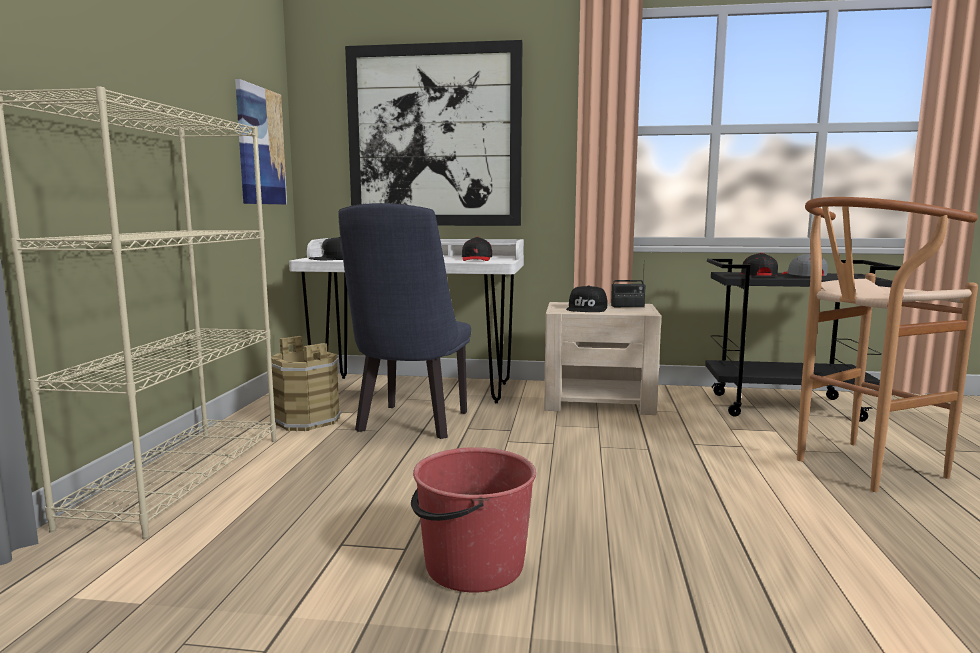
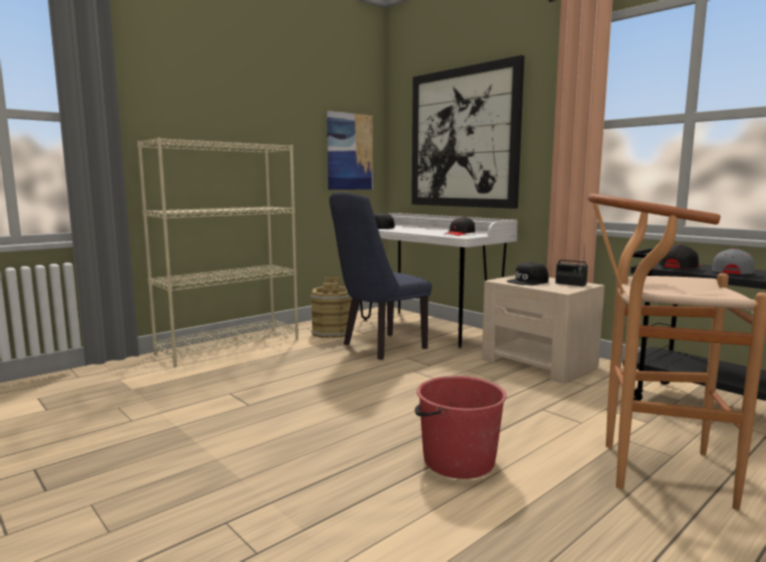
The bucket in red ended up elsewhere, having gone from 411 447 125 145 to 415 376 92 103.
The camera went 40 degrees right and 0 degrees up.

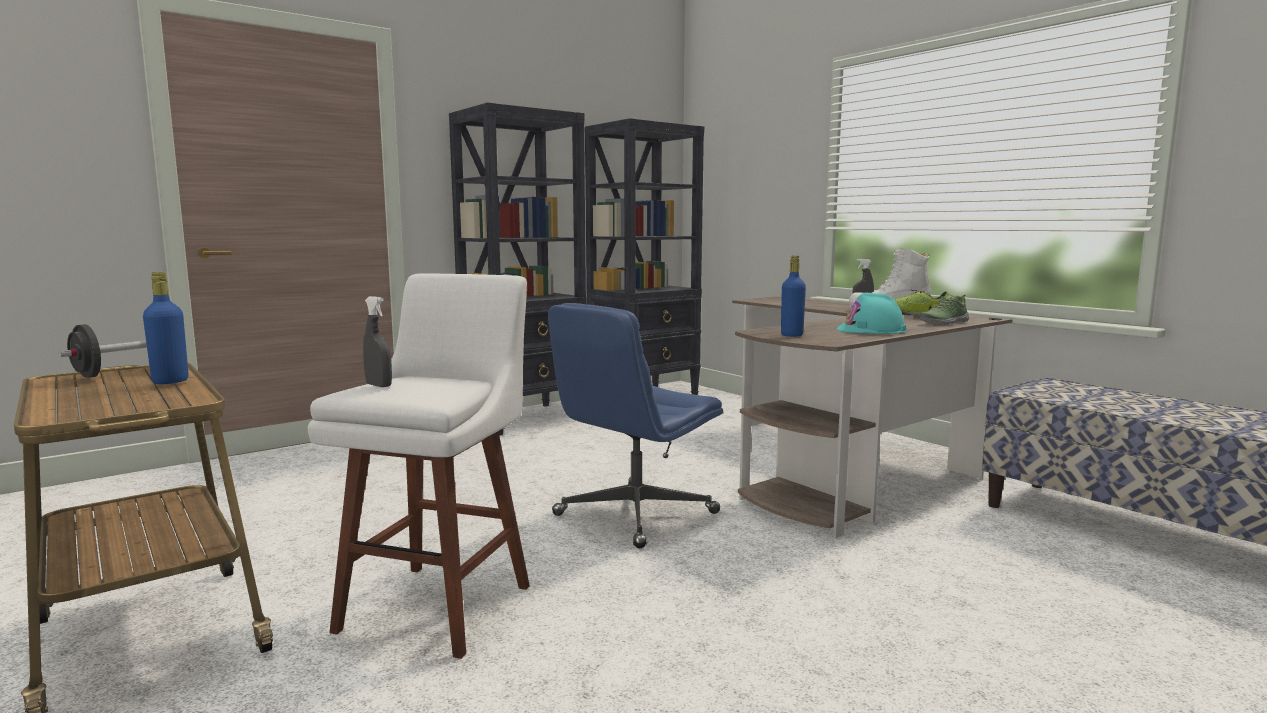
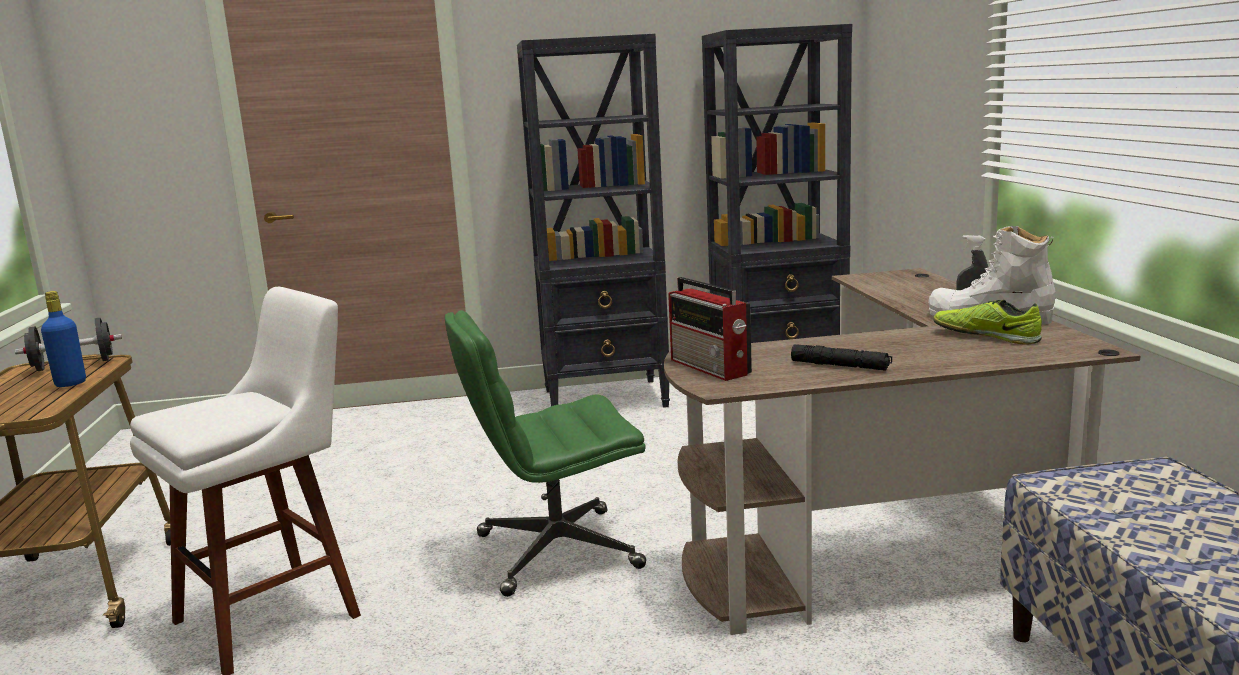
The second view lost the spray bottle in grey at 363 296 29 91.
The second view lost the shoe at 919 295 50 30.
Where the bottle in blue stood at 781 255 25 82, the radio came to stand at 668 277 84 104.
Where the hard hat in turquoise stood at 836 293 71 41, the flashlight in black came to stand at 791 344 101 27.
What was the office chair in blue at 548 303 175 245 turned into the office chair in green at 445 310 201 287.
The camera went 30 degrees right and 5 degrees up.

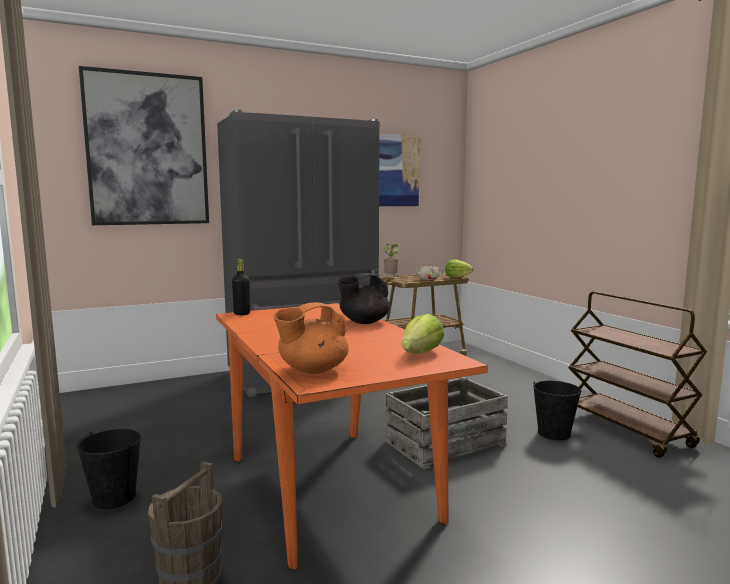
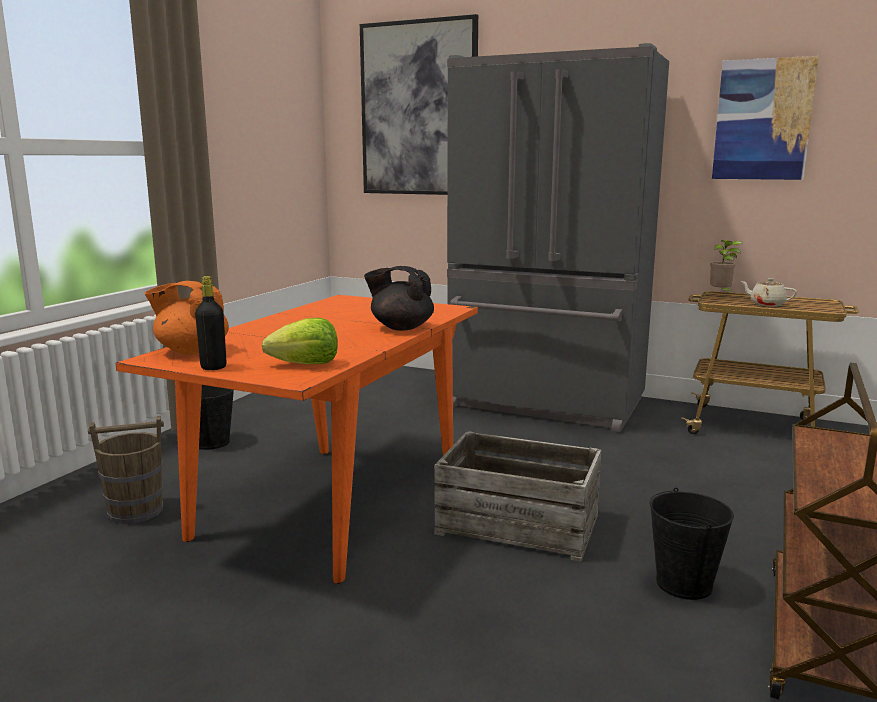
The second view lost the lettuce at 445 260 28 18.
The bottle in black ended up elsewhere, having gone from 232 259 18 56 to 195 276 32 94.
The camera went 50 degrees right and 5 degrees up.

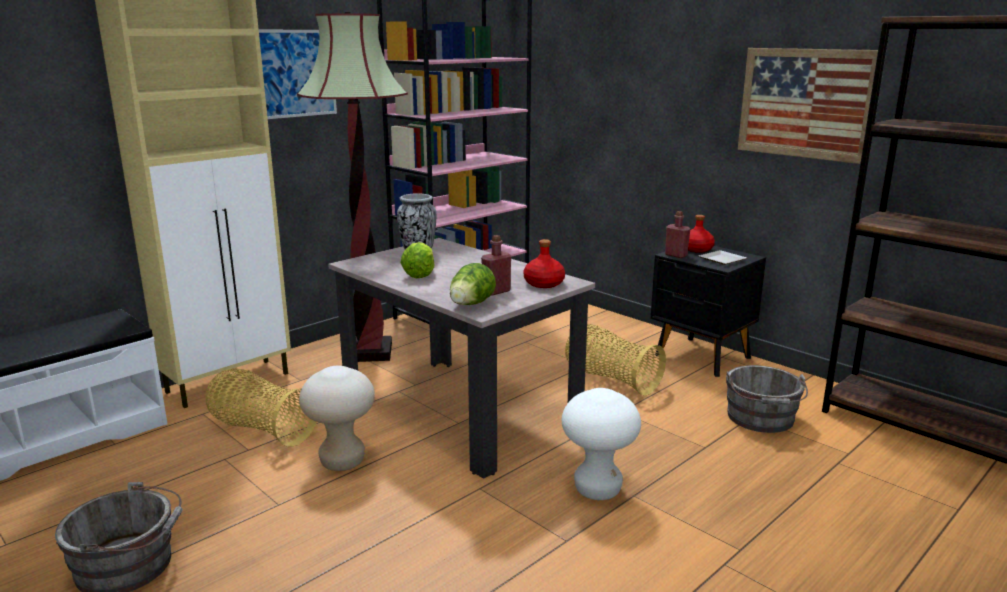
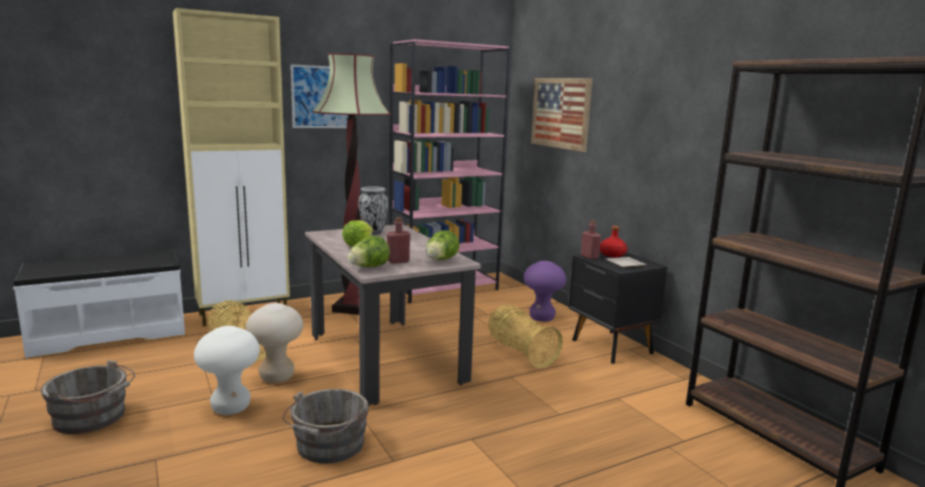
The second view gained the stool in purple at 524 261 42 61.
The stool in white ended up elsewhere, having gone from 562 388 79 112 to 194 326 66 89.
The bucket in grey ended up elsewhere, having gone from 726 365 82 68 to 283 389 86 75.
The picture ended up elsewhere, having gone from 738 48 140 116 to 531 78 62 74.
Where the bottle in red stood at 524 239 41 49, the lettuce came to stand at 426 230 34 30.
The camera went 15 degrees right and 5 degrees down.

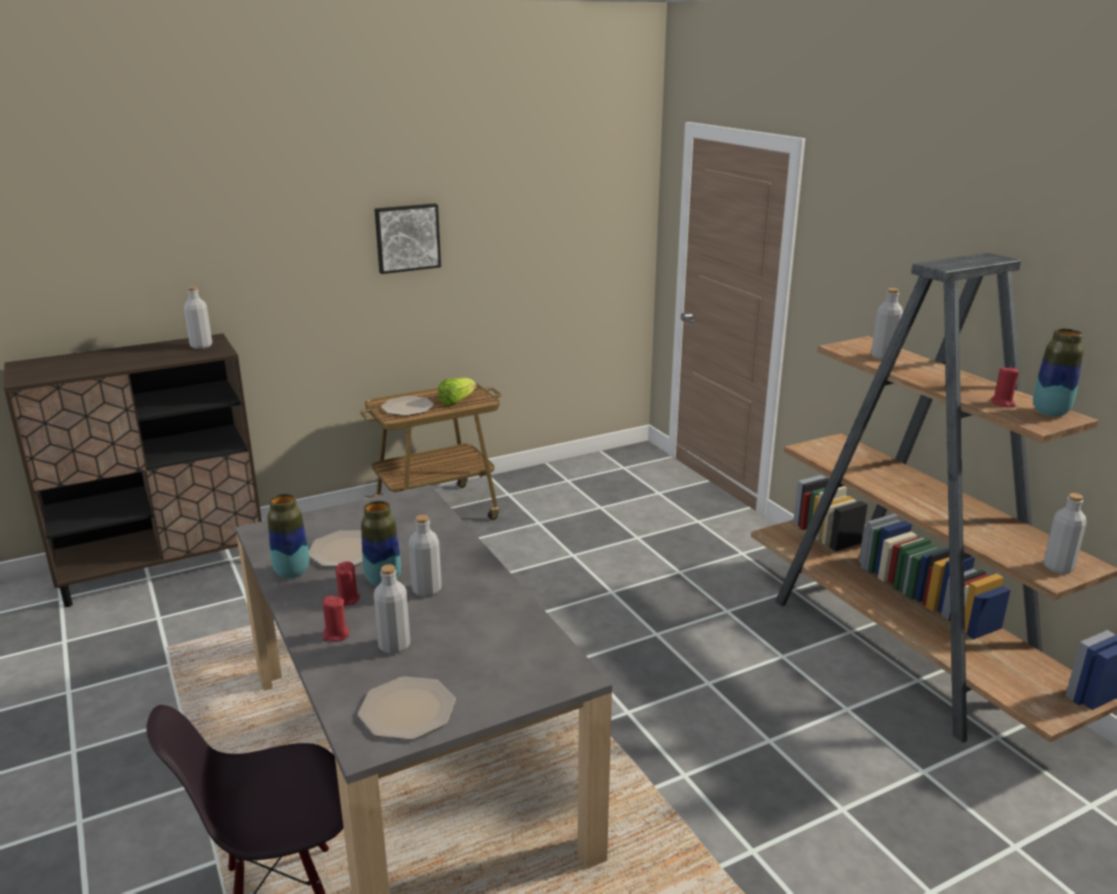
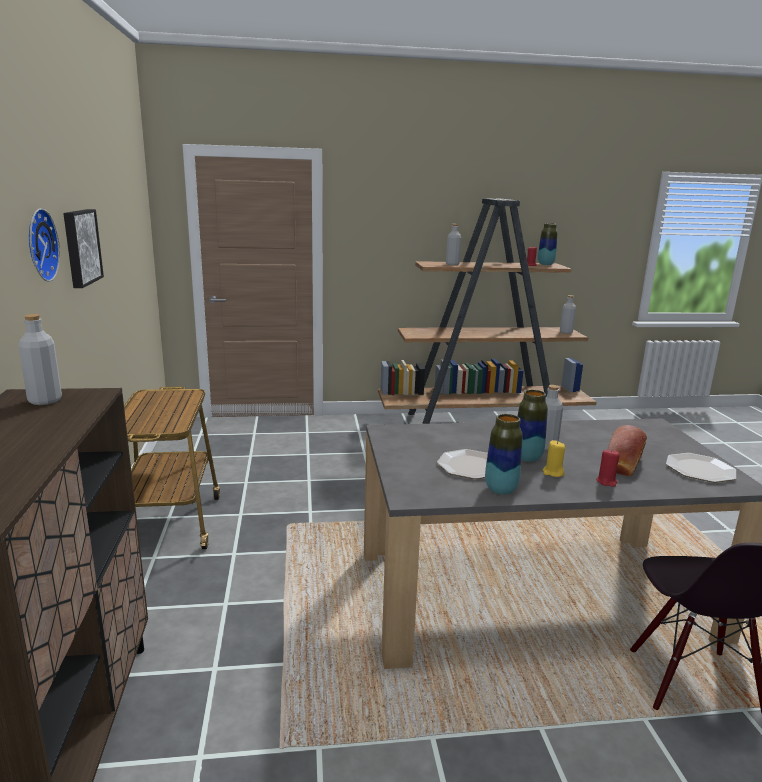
The second view lost the plate at 381 396 53 20.
The second view lost the lettuce at 438 378 38 27.
The second view gained the wall clock at 29 208 31 74.
Where the bottle in grey stood at 374 564 36 90, the bread came to stand at 608 425 39 51.
What was the candle in red at 335 562 25 44 turned into the candle in yellow at 543 440 22 37.
The camera went 70 degrees left and 5 degrees down.

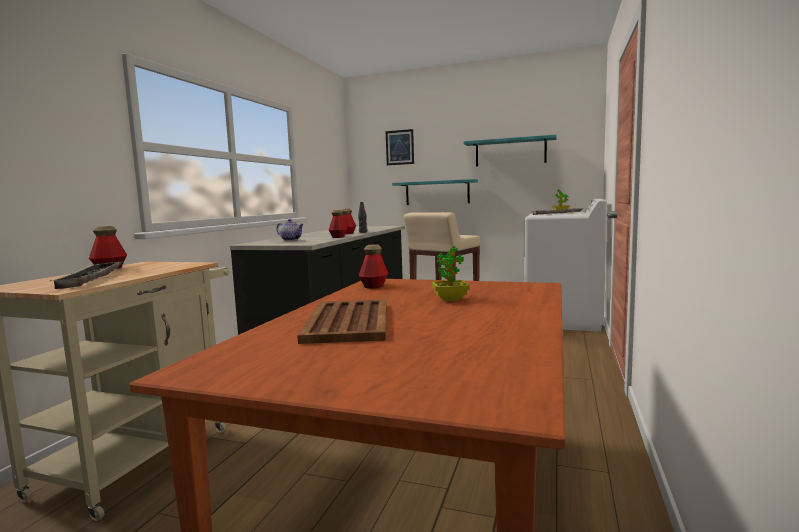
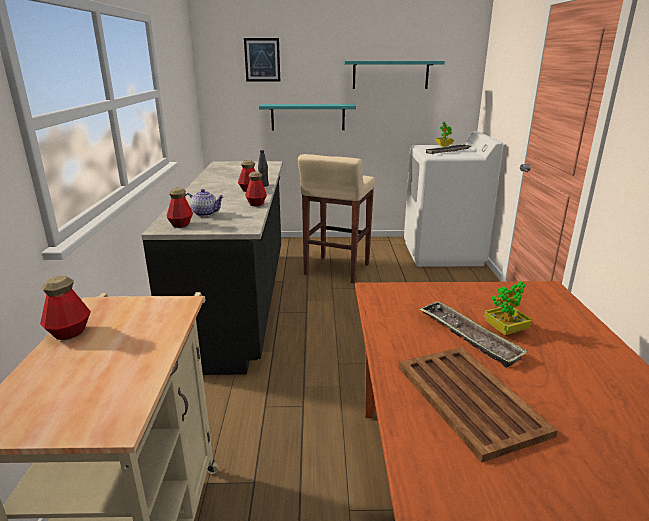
The tray ended up elsewhere, having gone from 50 261 73 28 to 419 301 109 67.
The bottle ended up elsewhere, having gone from 359 244 29 45 to 167 188 26 40.
The camera went 20 degrees left and 15 degrees up.

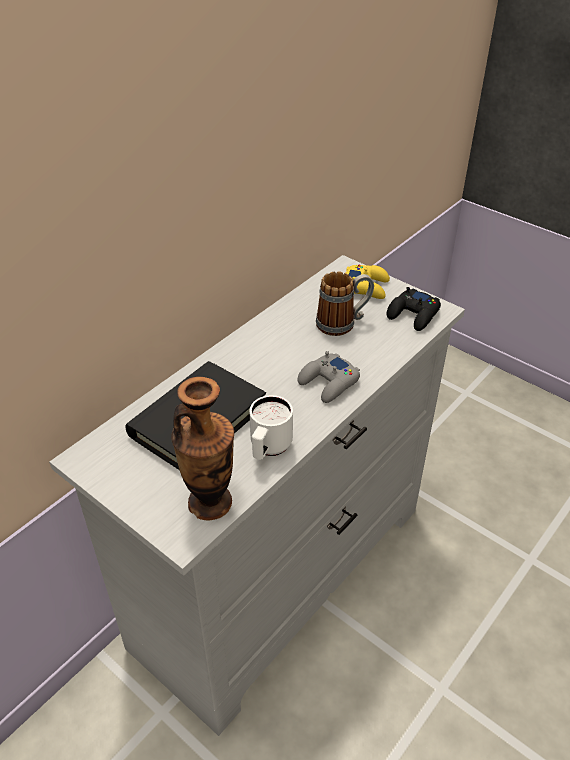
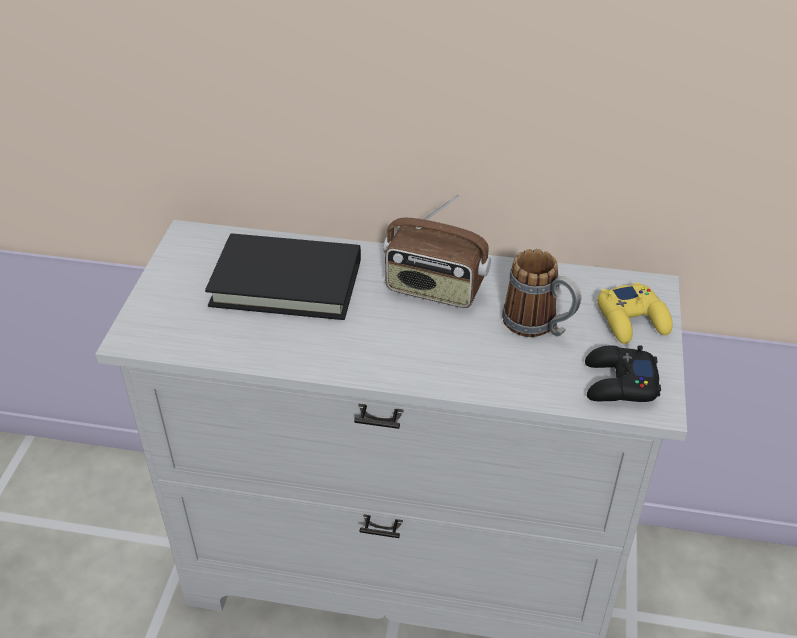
The second view lost the vase at 171 377 63 143.
The second view lost the mug in white at 249 395 44 65.
The second view lost the game controller in grey at 297 351 63 52.
The second view gained the radio at 383 194 108 114.
The camera went 60 degrees right and 0 degrees up.

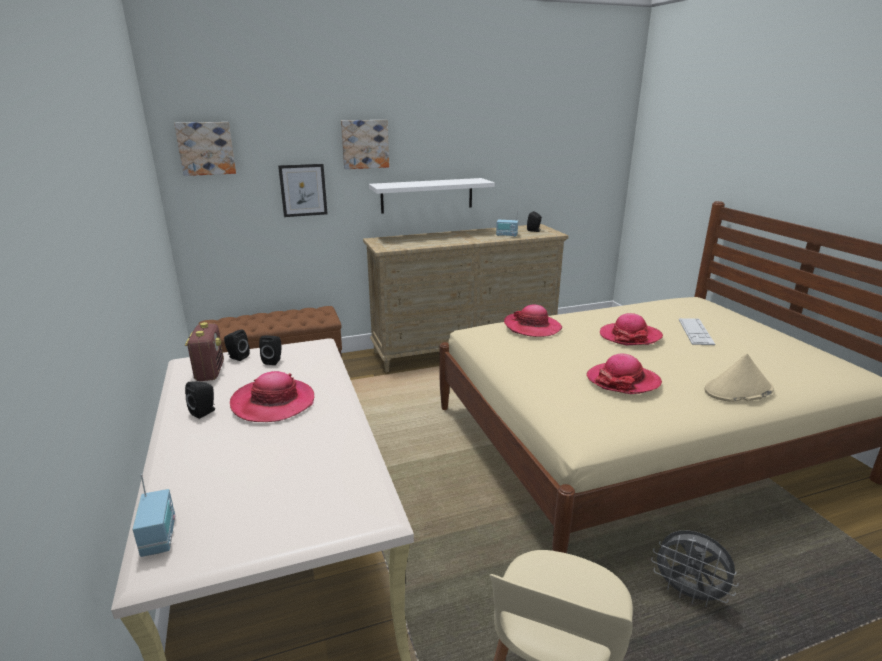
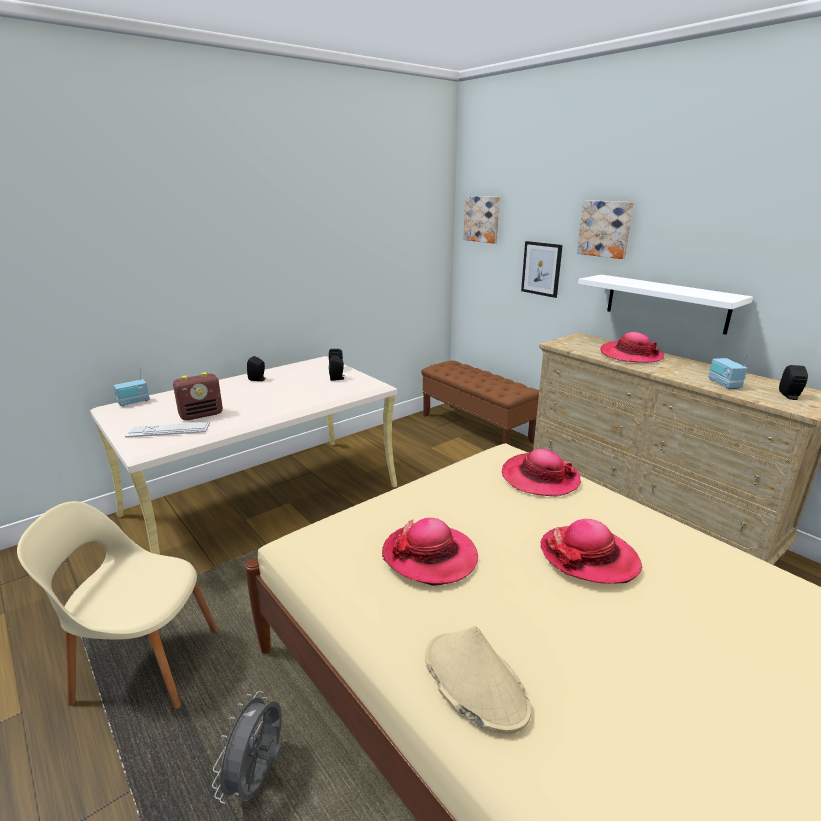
The radio ended up elsewhere, having gone from 185 322 39 59 to 173 372 50 48.
The hat ended up elsewhere, having gone from 230 371 84 51 to 600 332 64 31.
The keyboard ended up elsewhere, having gone from 679 318 36 27 to 125 422 85 16.
The camera went 70 degrees right and 0 degrees up.

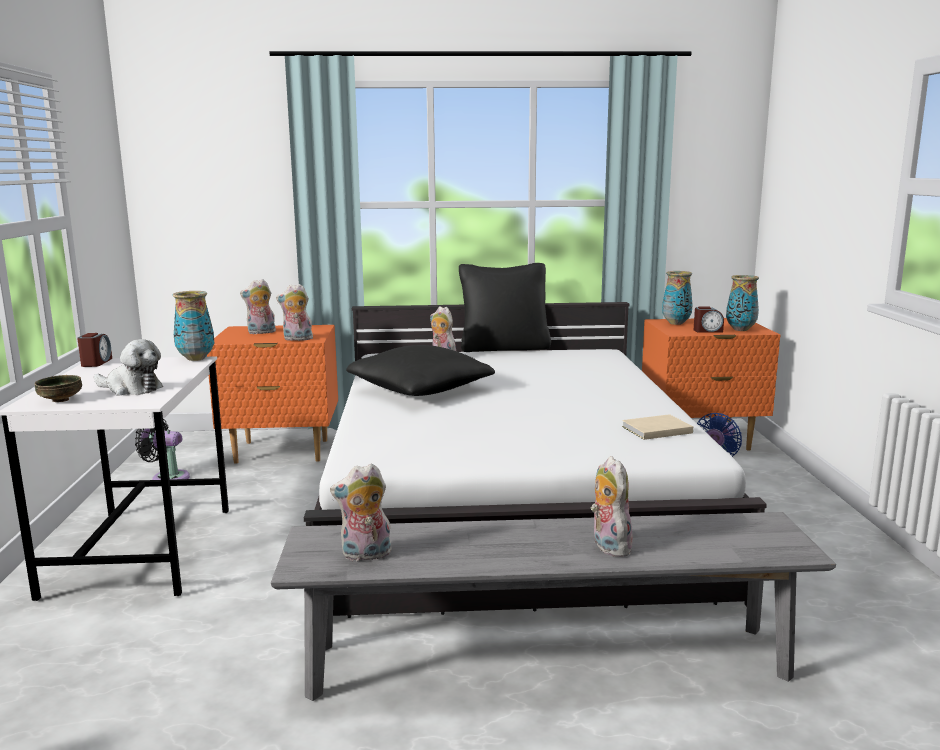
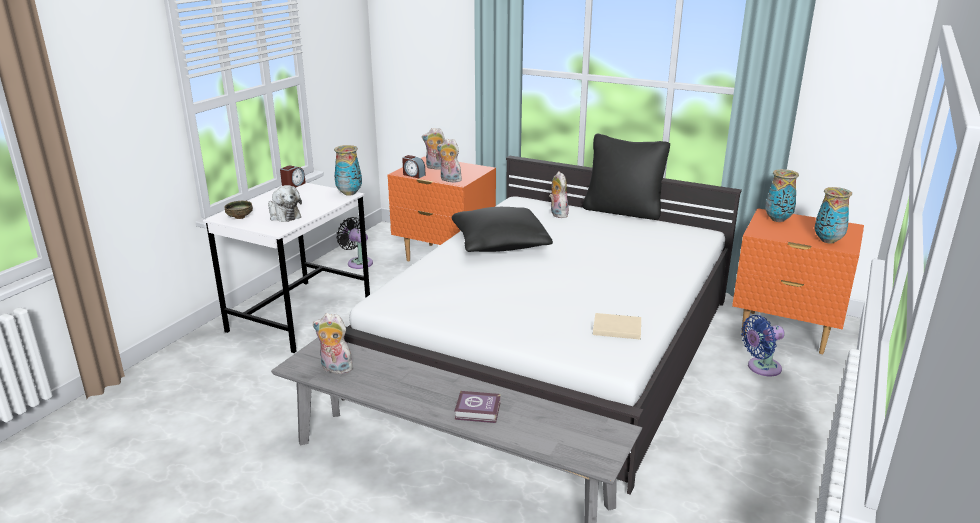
The alarm clock ended up elsewhere, having gone from 694 307 30 26 to 402 155 23 23.
Where the plush toy stood at 590 456 43 101, the book came to stand at 454 391 47 32.
The camera went 30 degrees right and 10 degrees up.

